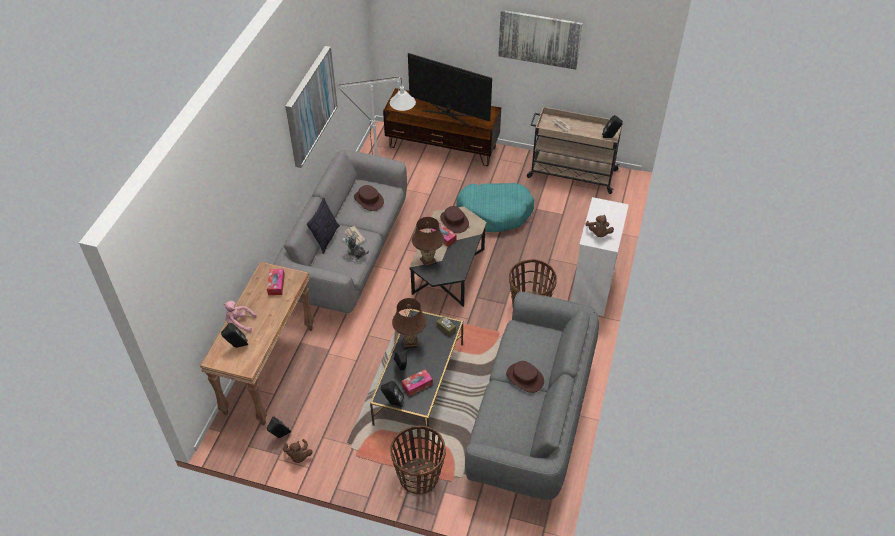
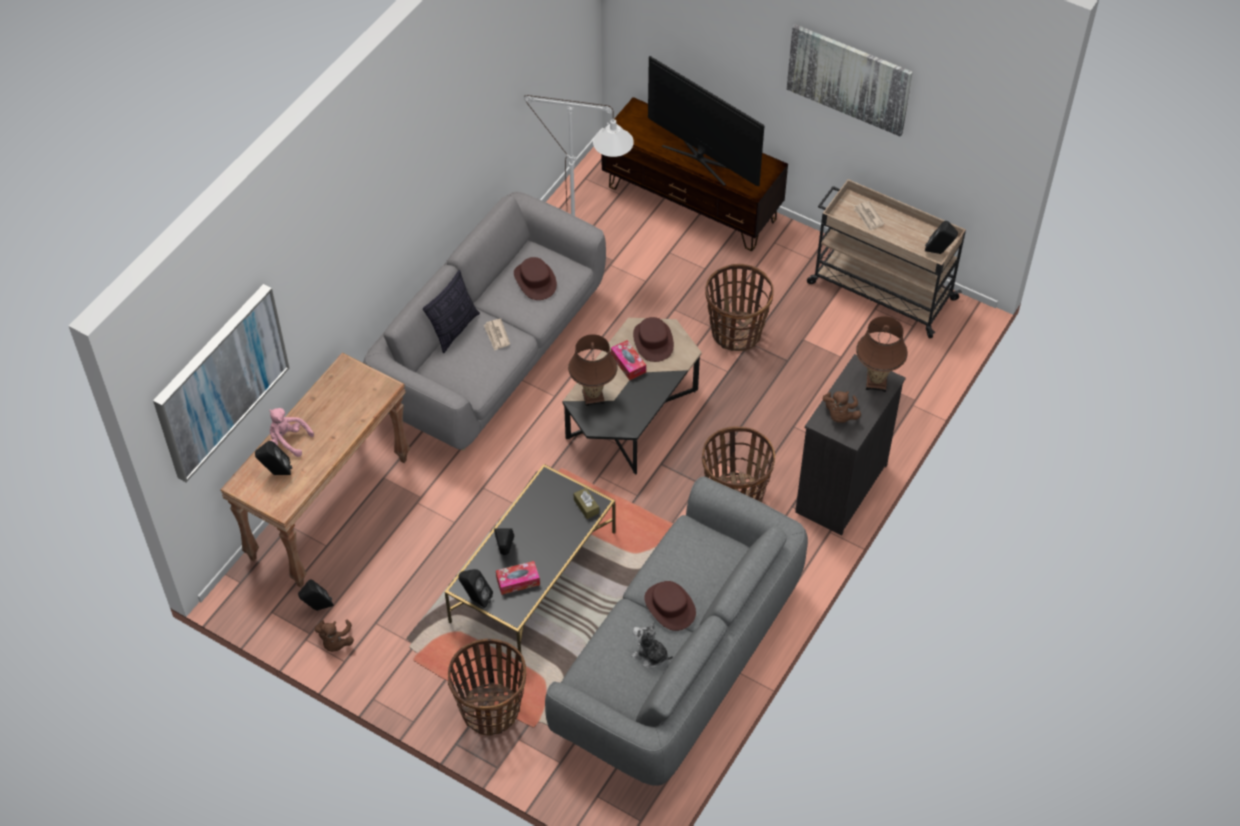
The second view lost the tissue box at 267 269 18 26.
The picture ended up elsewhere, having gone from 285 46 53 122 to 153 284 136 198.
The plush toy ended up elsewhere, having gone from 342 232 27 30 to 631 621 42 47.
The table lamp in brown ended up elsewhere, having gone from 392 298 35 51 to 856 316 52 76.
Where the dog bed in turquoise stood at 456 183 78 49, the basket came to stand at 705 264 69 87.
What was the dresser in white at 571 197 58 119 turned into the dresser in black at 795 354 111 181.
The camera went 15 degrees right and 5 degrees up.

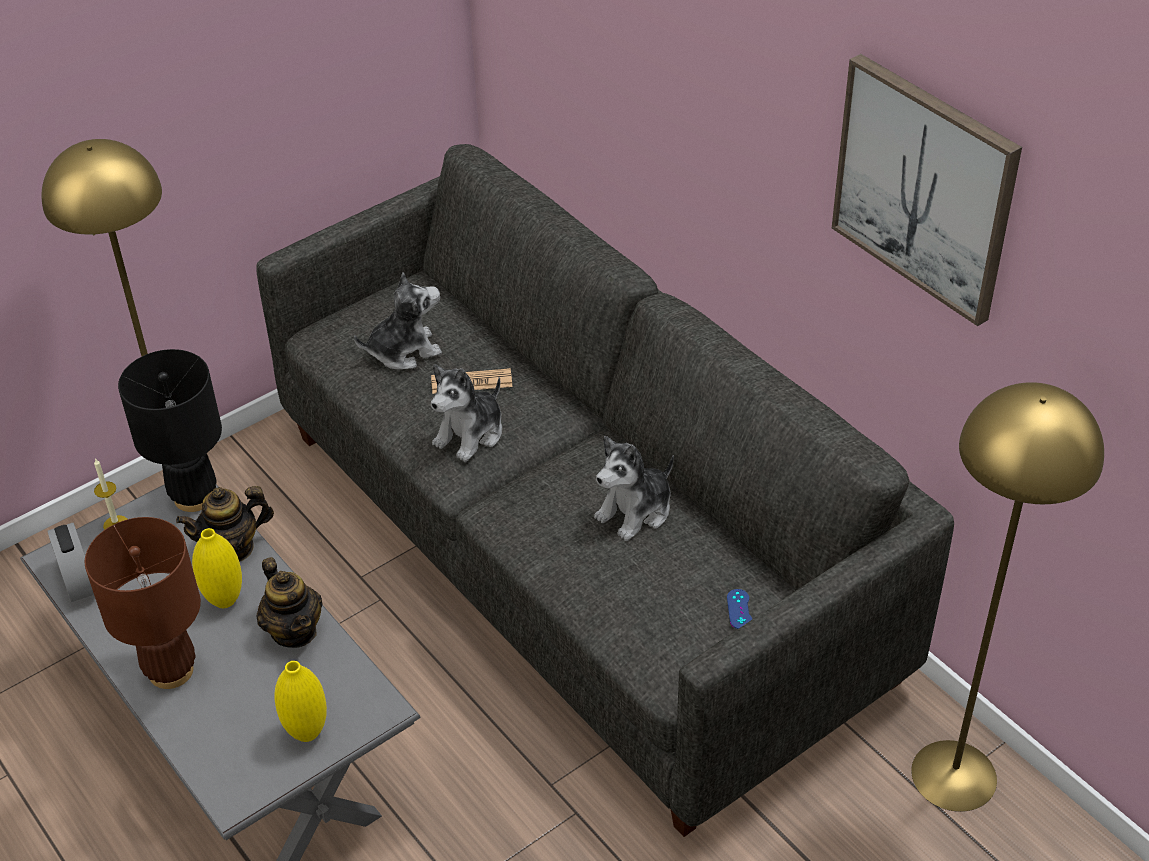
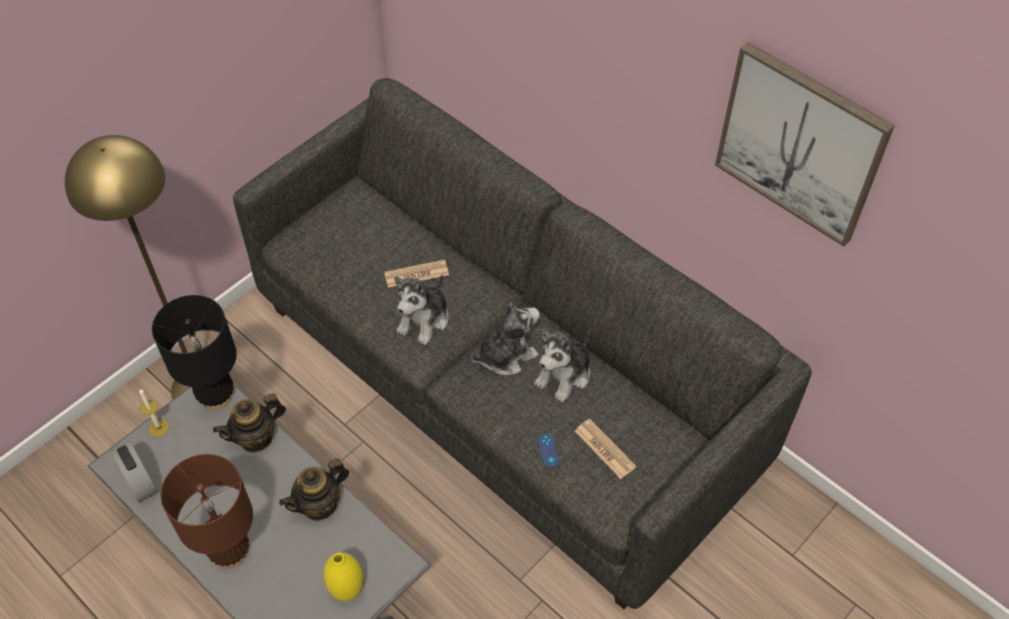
The second view lost the vase in yellow at 192 528 50 80.
The second view lost the floor lamp in yellow at 911 382 193 430.
The second view gained the newspaper at 575 419 61 60.
The plush toy ended up elsewhere, having gone from 354 272 88 98 to 471 303 69 73.
The game controller in blue ended up elsewhere, having gone from 727 589 25 40 to 538 433 22 35.
The teapot at 257 557 66 91 ended up facing another way, 90 degrees clockwise from before.
The camera went 10 degrees left and 10 degrees up.

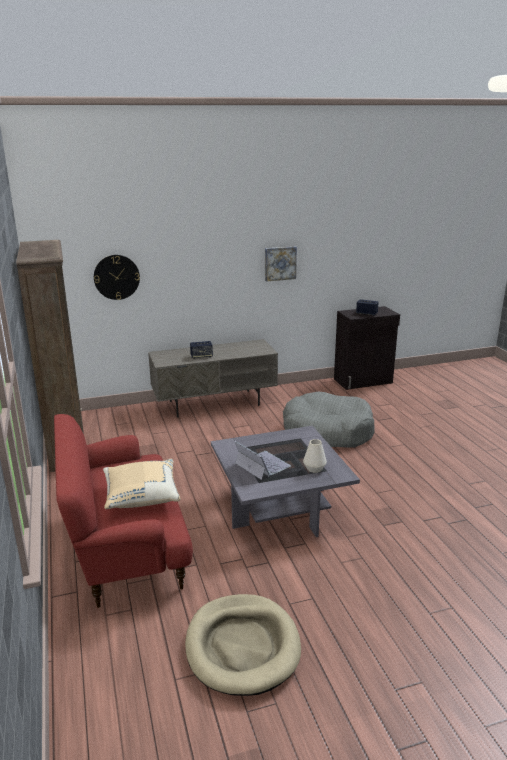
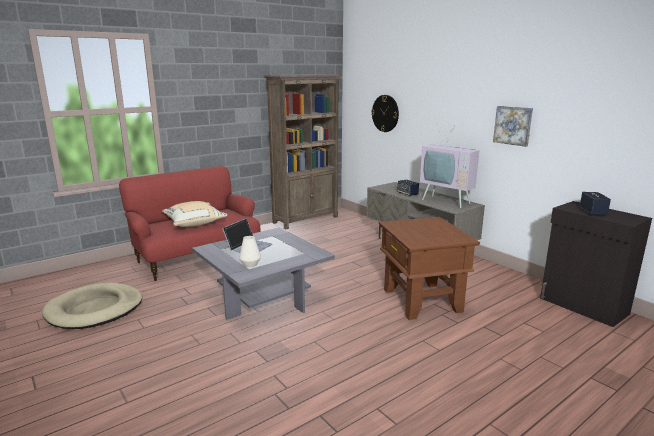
The second view gained the television at 420 125 59 83.
Where the dog bed in grey stood at 283 392 92 56, the side table in brown came to stand at 379 217 101 103.
The camera went 70 degrees right and 5 degrees down.

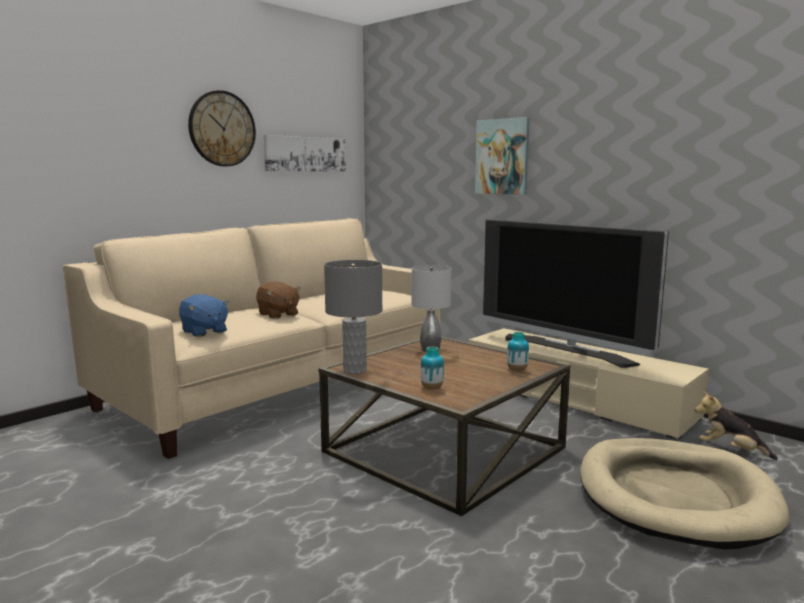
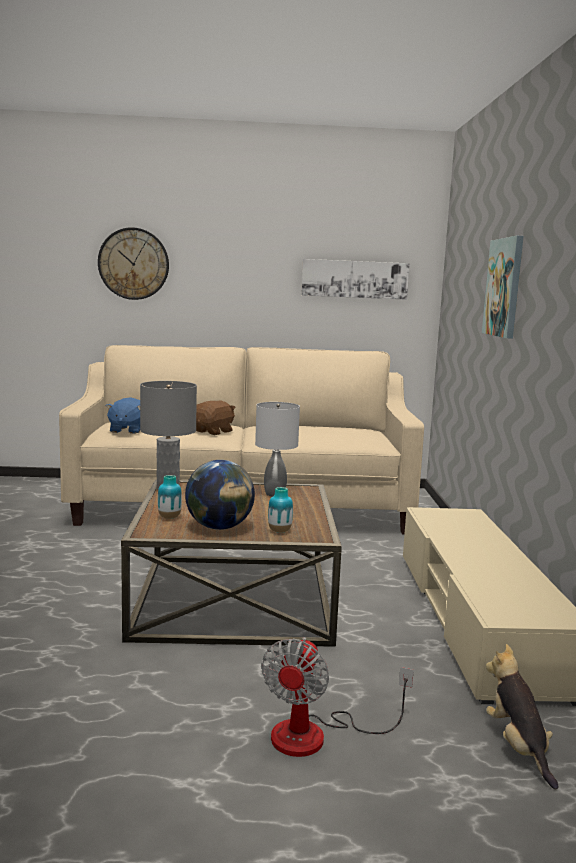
The second view lost the television at 483 219 186 149.
The second view gained the globe at 185 460 70 70.
The wall clock ended up elsewhere, having gone from 188 90 68 76 to 98 227 71 73.
Where the dog bed in beige stood at 580 438 209 112, the fan came to stand at 261 637 153 120.
The plush toy in brown at 256 281 44 38 ended up facing another way, 150 degrees counterclockwise from before.
The camera went 45 degrees right and 0 degrees up.

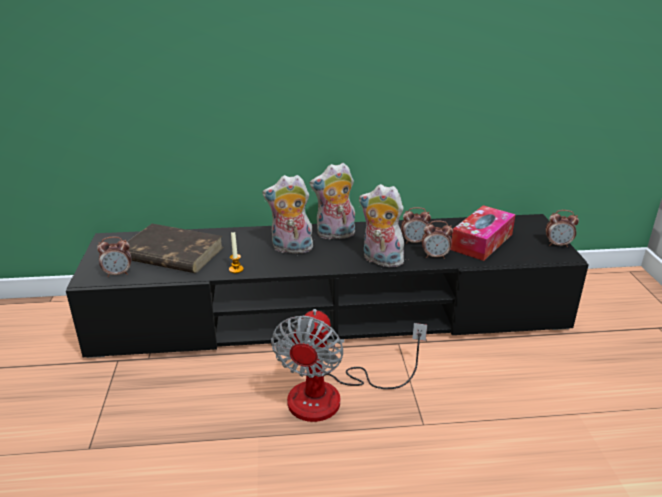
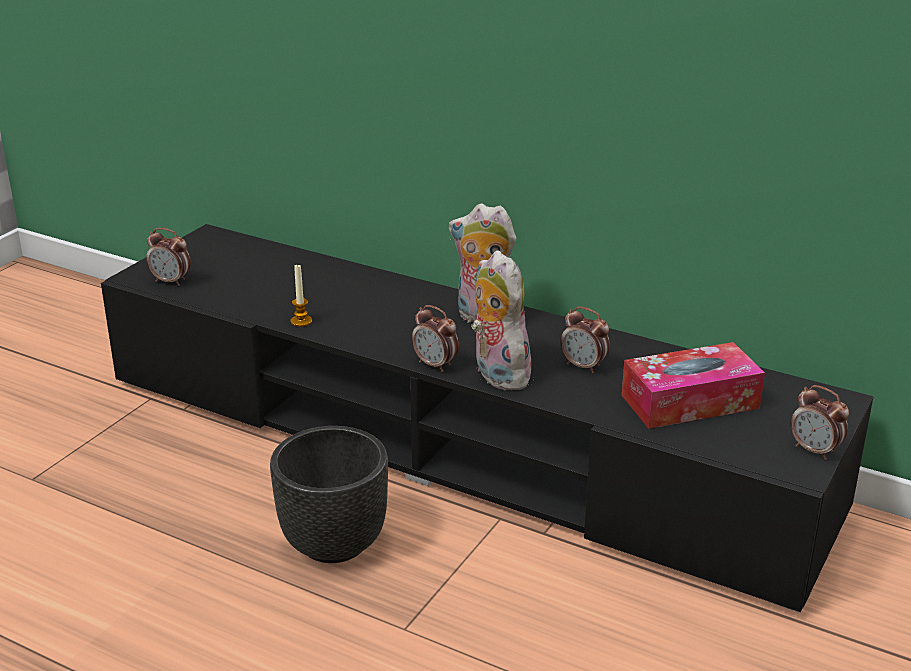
The second view lost the book in brown at 127 224 96 49.
The second view lost the plush toy at 262 175 51 79.
The alarm clock ended up elsewhere, having gone from 422 220 31 39 to 412 305 47 67.
Where the fan stood at 271 309 156 113, the planter in black came to stand at 270 426 118 137.
The camera went 35 degrees right and 0 degrees up.

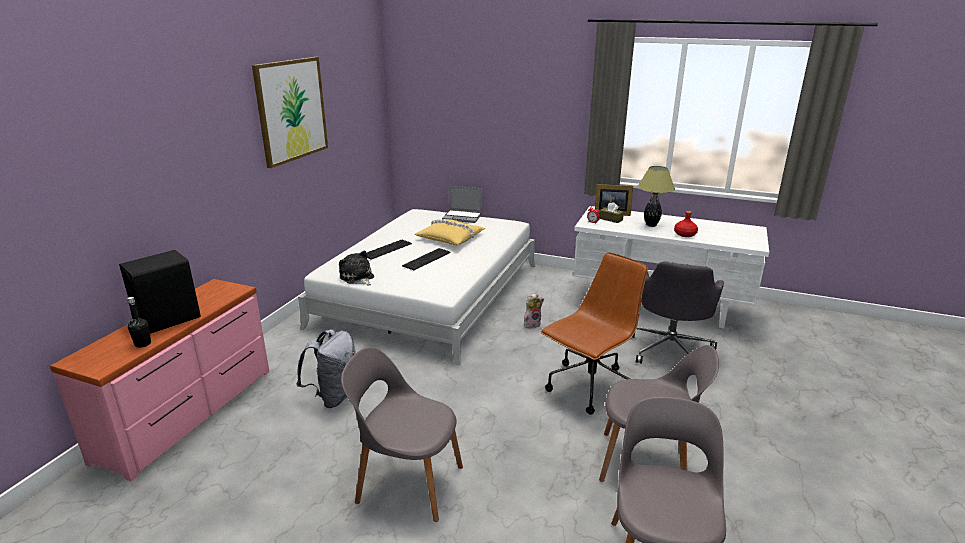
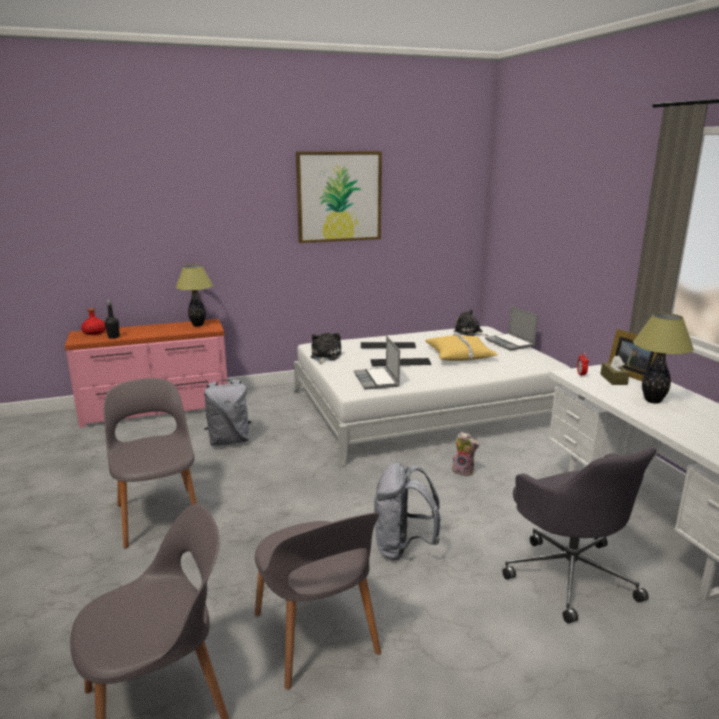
The second view lost the speaker in black at 119 250 82 84.
The second view gained the table lamp at 175 265 38 61.
The second view gained the laptop at 354 336 46 54.
The second view gained the plush toy at 454 309 35 27.
The bottle in red ended up elsewhere, having gone from 674 211 24 26 to 81 308 25 27.
Where the office chair in brown stood at 540 253 108 162, the backpack in grey came to stand at 374 462 66 99.
The office chair in grey at 632 261 92 103 ended up facing another way, 90 degrees counterclockwise from before.
The camera went 50 degrees right and 5 degrees down.

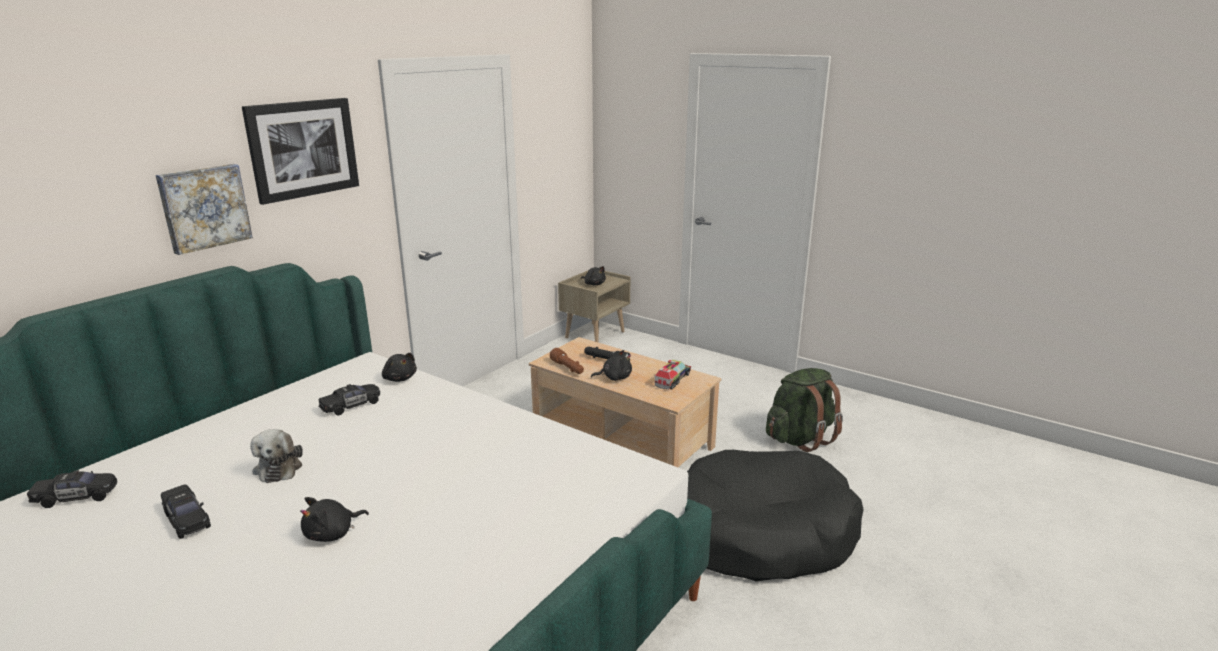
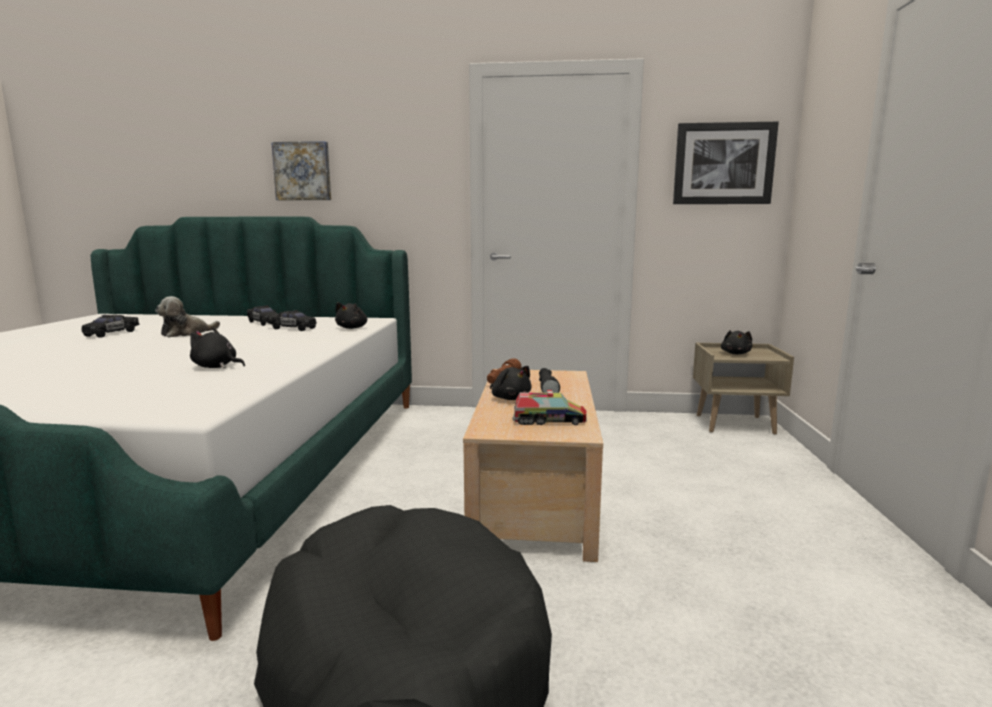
The second view lost the backpack in green at 766 368 77 84.
The toy car in black ended up elsewhere, having gone from 27 470 90 38 to 247 306 31 20.
The picture ended up elsewhere, having gone from 242 98 117 107 to 673 122 106 82.
The plush toy in black ended up elsewhere, having gone from 300 497 69 45 to 190 327 55 41.
The camera went 60 degrees right and 10 degrees down.

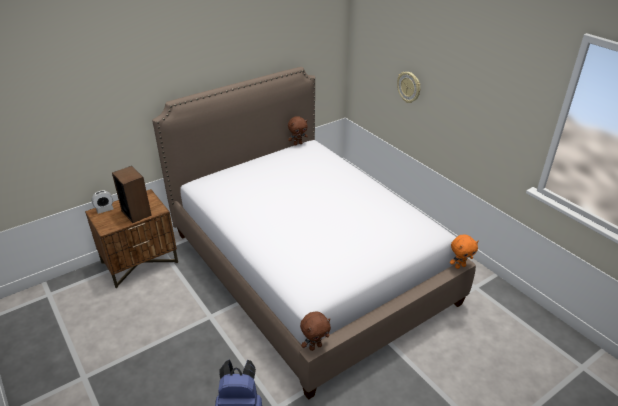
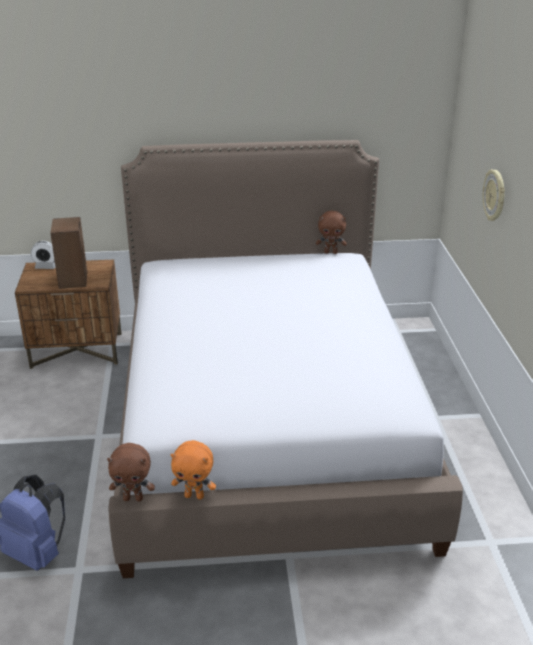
The plush toy in orange ended up elsewhere, having gone from 450 235 29 34 to 171 440 45 60.
The camera went 30 degrees right and 5 degrees down.

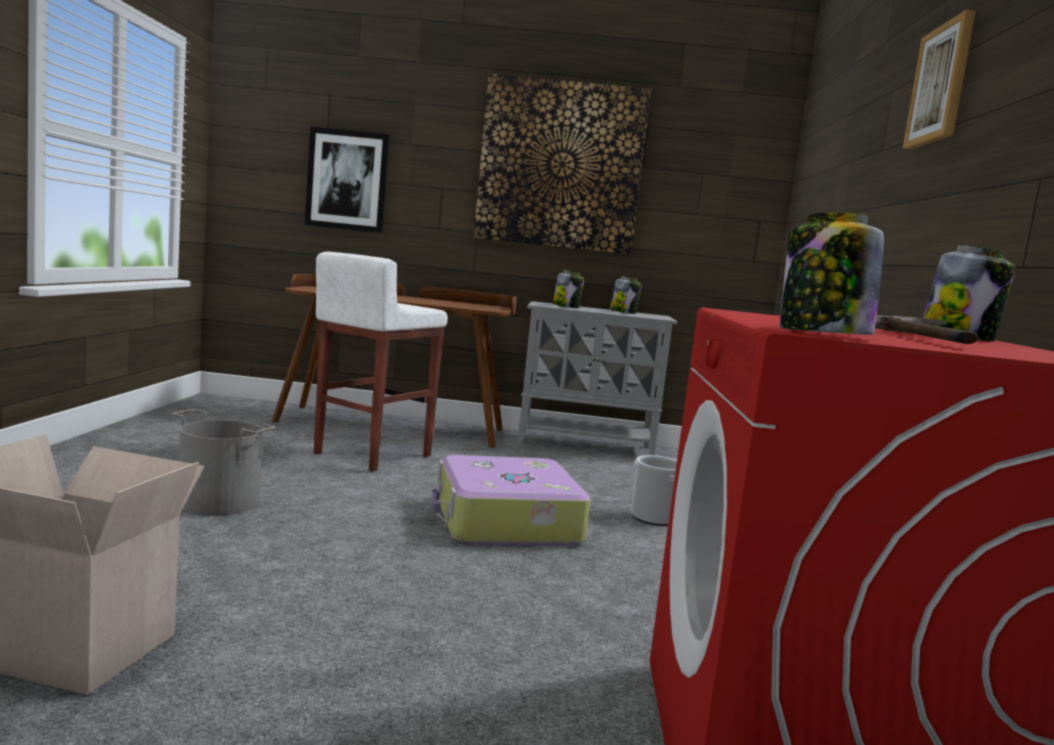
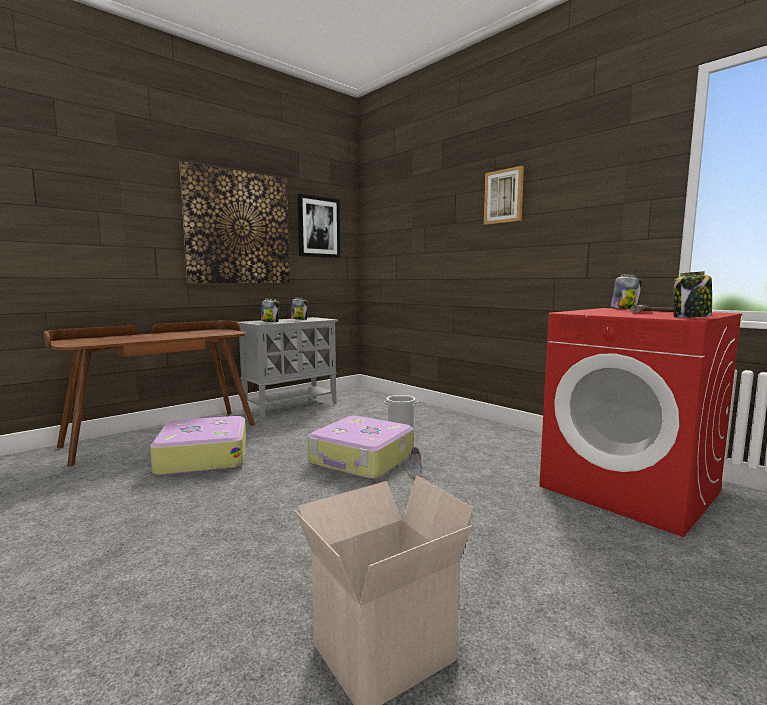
The second view lost the bucket in grey at 171 409 104 107.
The second view gained the shoe at 407 447 16 31.
The picture ended up elsewhere, having gone from 305 127 85 106 to 297 194 43 64.
Where the stool in white stood at 314 252 134 220, the suitcase came to stand at 150 416 96 60.
The camera went 45 degrees left and 0 degrees up.

